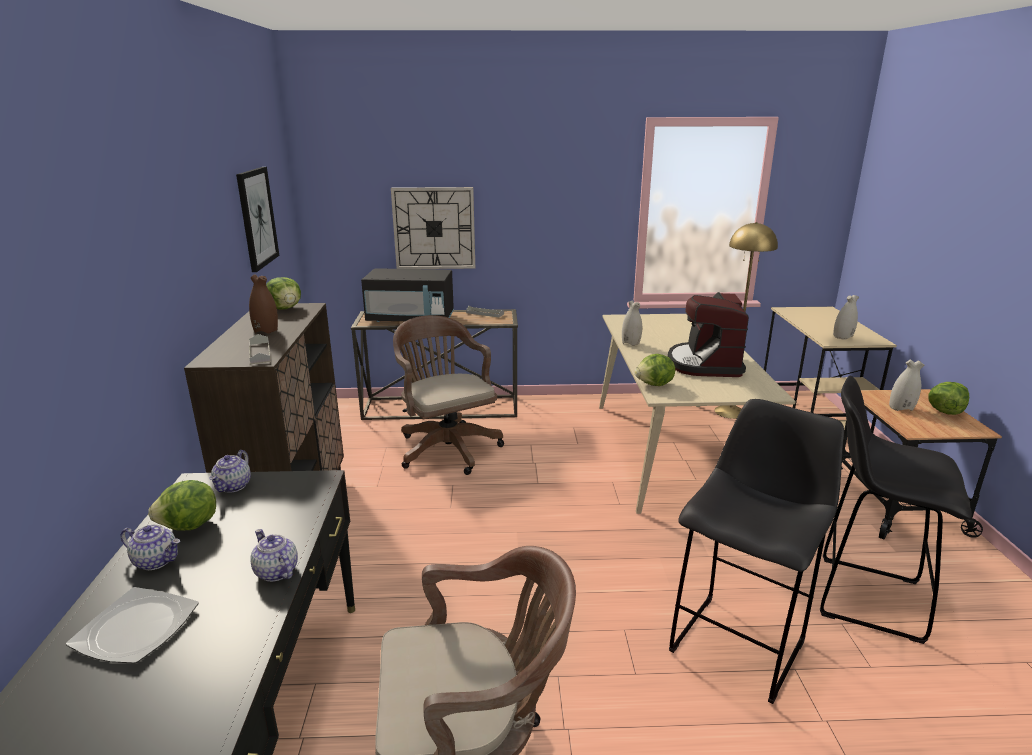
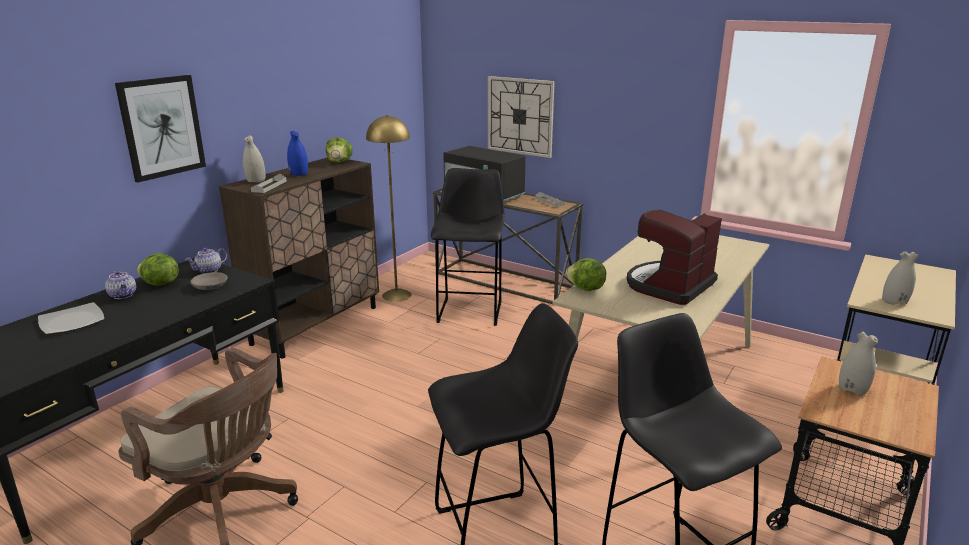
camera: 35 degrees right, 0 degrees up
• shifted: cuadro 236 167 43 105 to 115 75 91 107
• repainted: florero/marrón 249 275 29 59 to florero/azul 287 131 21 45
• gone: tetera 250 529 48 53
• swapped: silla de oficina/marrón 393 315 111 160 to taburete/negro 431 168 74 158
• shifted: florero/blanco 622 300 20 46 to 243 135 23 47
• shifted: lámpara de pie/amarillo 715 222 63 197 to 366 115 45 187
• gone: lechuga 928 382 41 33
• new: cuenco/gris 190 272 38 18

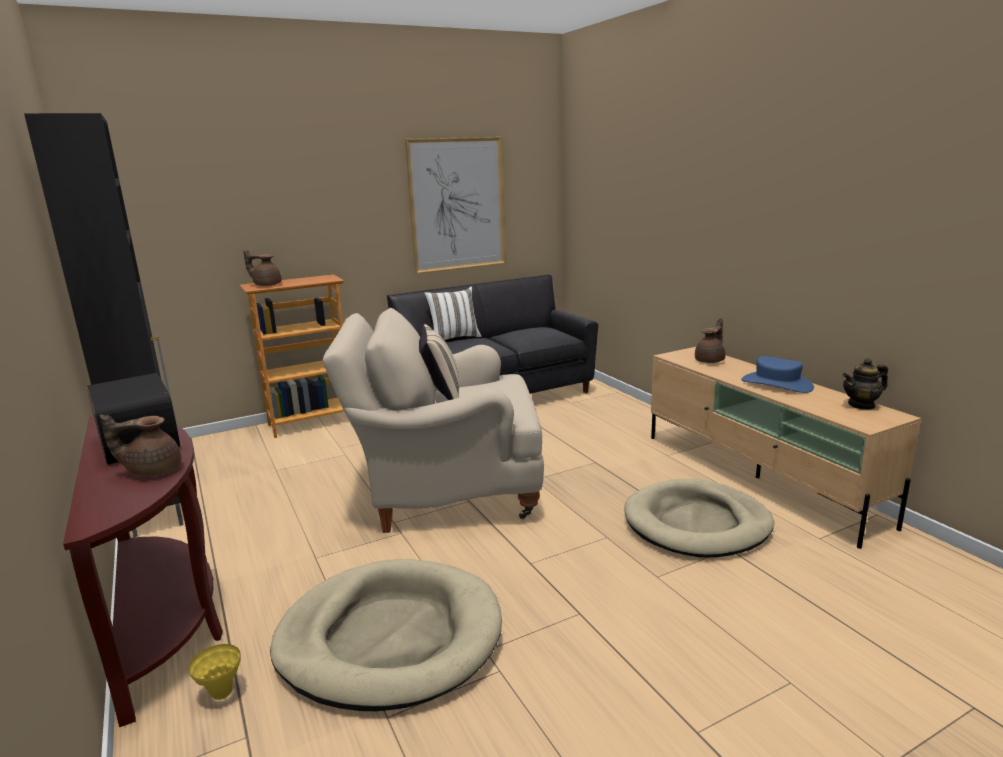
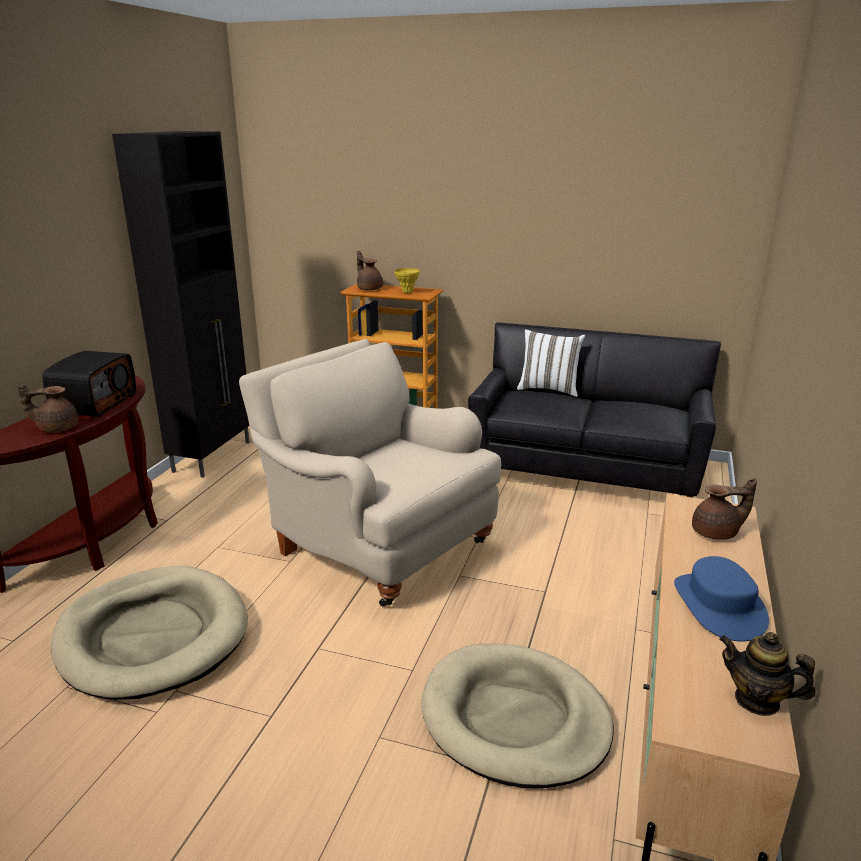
camera: 45 degrees right, 5 degrees up
• rotated: tetera/marrón 100 414 81 63 = 17 384 62 48 45 degrees counterclockwise
• shifted: florero/amarillo 189 644 52 56 to 394 268 26 25
• gone: cuadro 405 137 101 137
• gone: cojín/beis 419 324 40 76

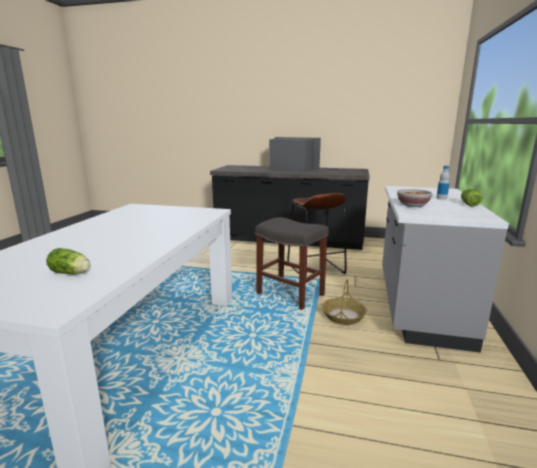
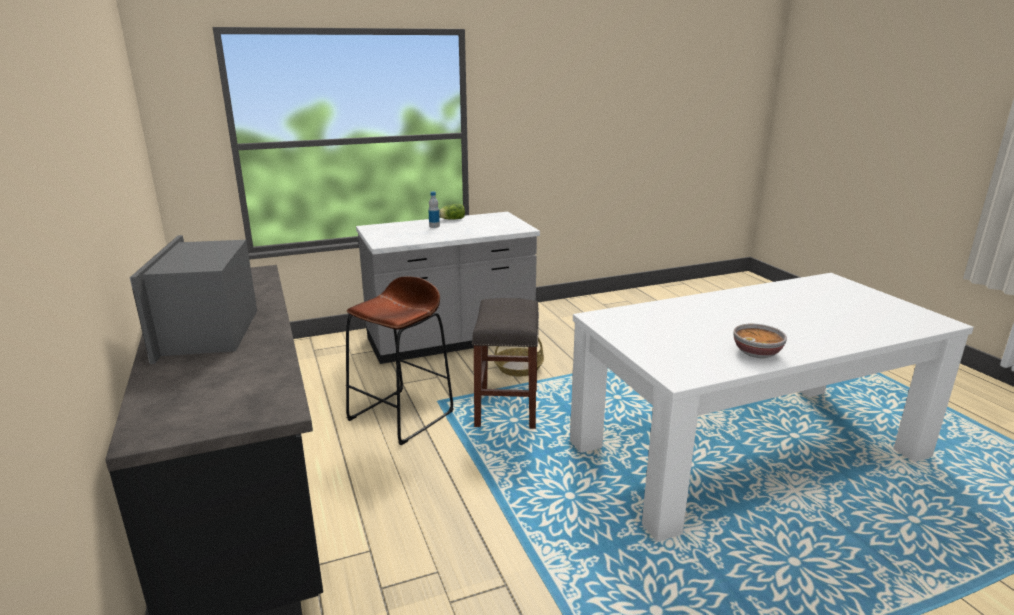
camera: 125 degrees left, 5 degrees up
• gone: lechuga 46 248 45 26
• shifted: cuenco 397 189 35 18 to 733 324 54 34

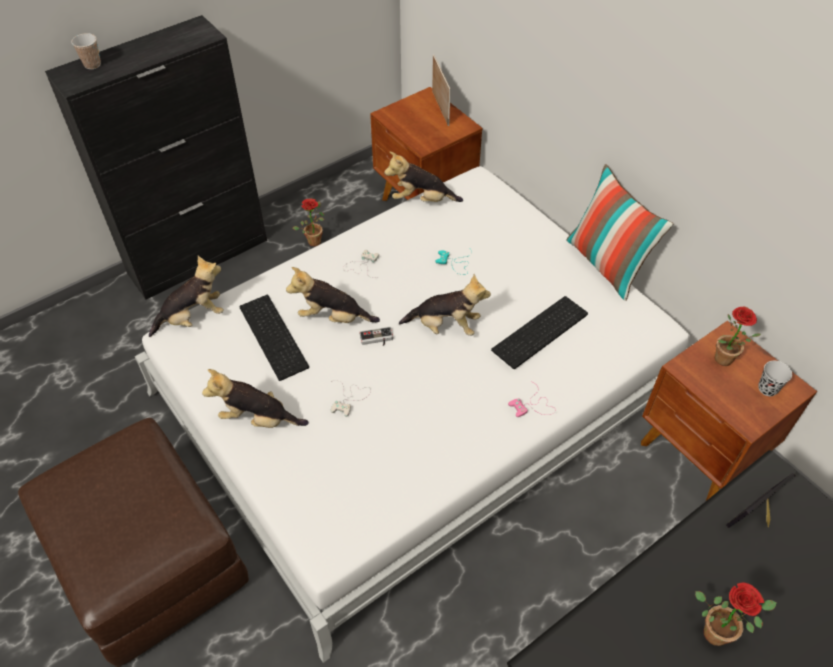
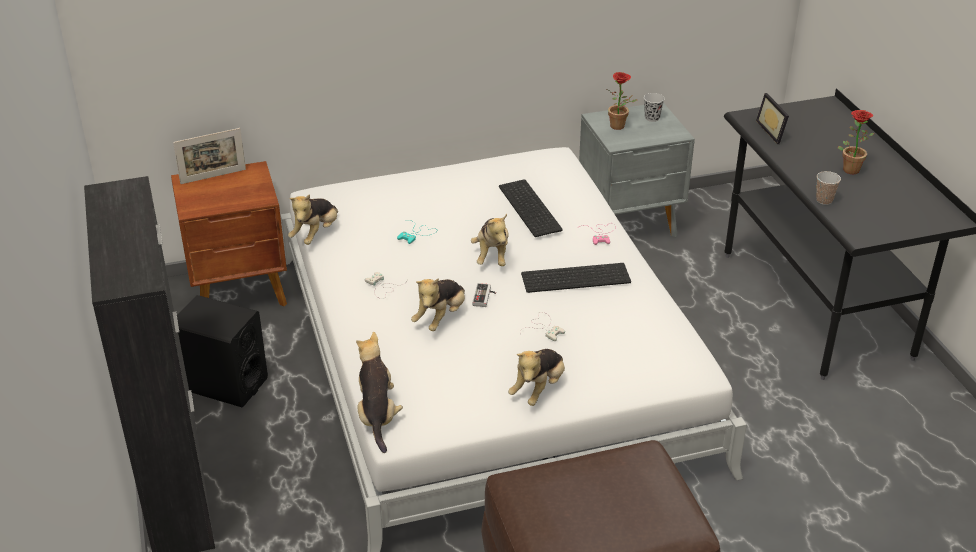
camera: 70 degrees left, 15 degrees down
• shifted: taza 71 33 30 36 to 816 171 25 34
• shifted: teclado 239 295 70 86 to 521 263 110 30
• swapped: planta en maceta 293 199 31 47 to altavoz/negro 177 295 91 112
• rotated: peluche 399 274 92 62 = 471 214 38 52 150 degrees clockwise
• rotated: portarretratos 432 54 19 72 = 173 128 73 56 150 degrees clockwise
• gone: cojín 566 164 107 137
• repainted: mesita de noche/marrón 641 321 176 180 to mesita de noche/gris 579 102 116 135

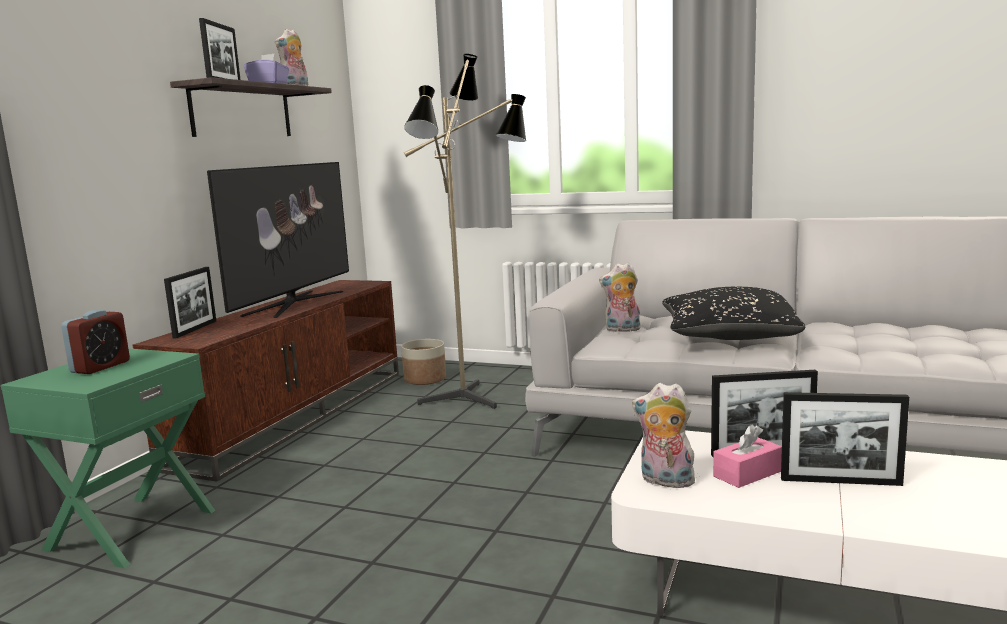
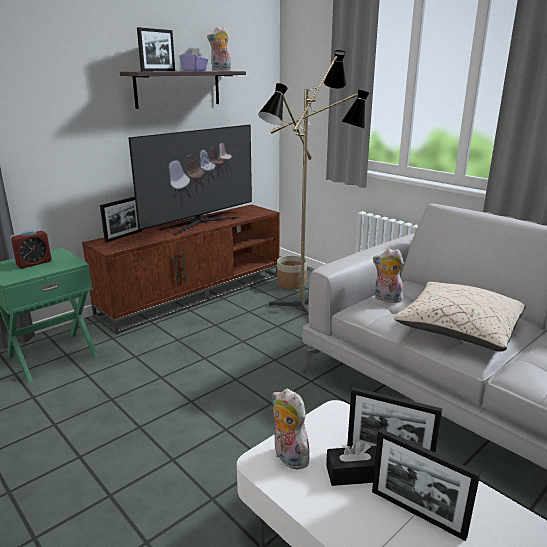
camera: 25 degrees right, 10 degrees up
• repainted: cojín/negro 662 287 143 53 to cojín/beis 394 282 132 70
• repainted: caja de pañuelos/rosa 713 424 69 64 to caja de pañuelos/negro 326 441 51 45

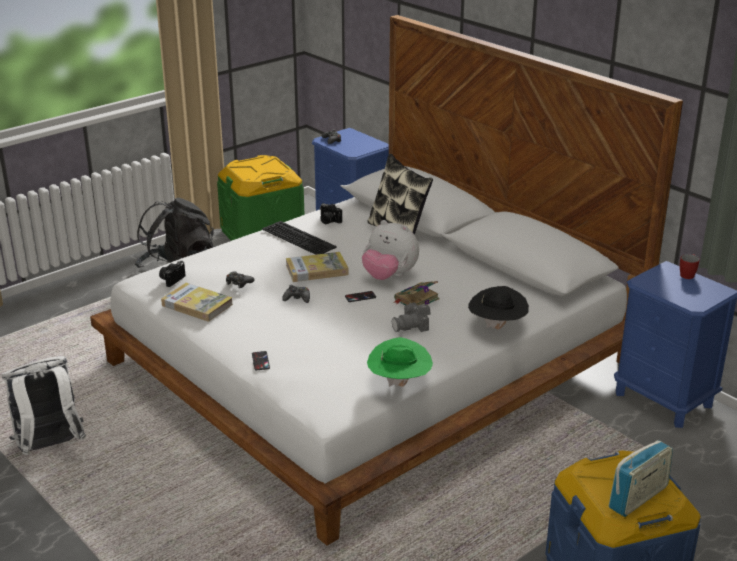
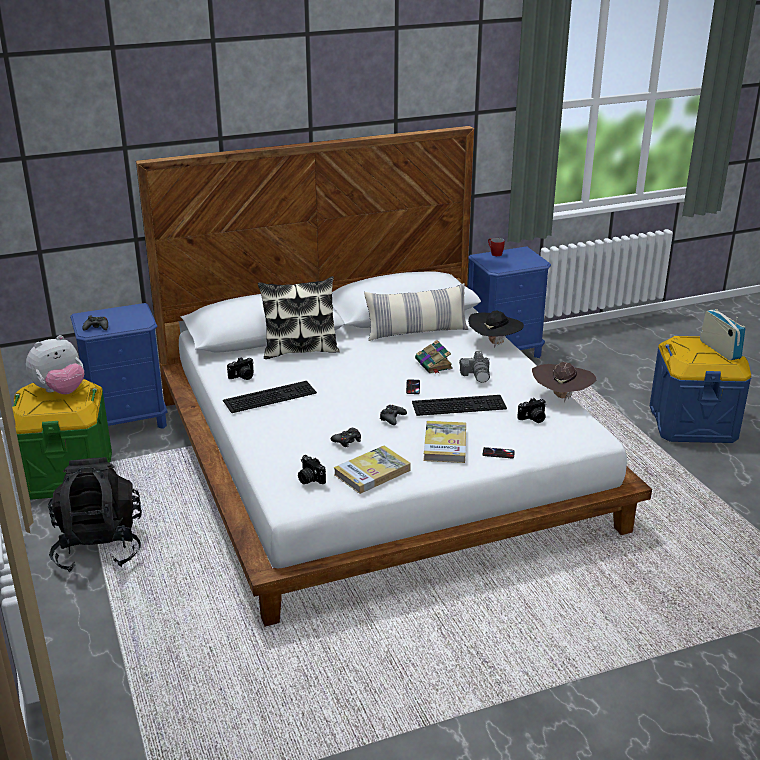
camera: 70 degrees left, 0 degrees up
• gone: mochila/blanco 2 356 84 99
• shifted: libro 286 252 63 30 to 423 421 43 42
• shifted: peluche 362 220 57 60 to 26 335 58 59
• repainted: sombrero/verde 367 337 66 50 to sombrero/marrón 532 362 64 41
• new: cojín 364 283 105 58
• new: teclado 412 395 95 21
• new: cámara 517 398 29 25

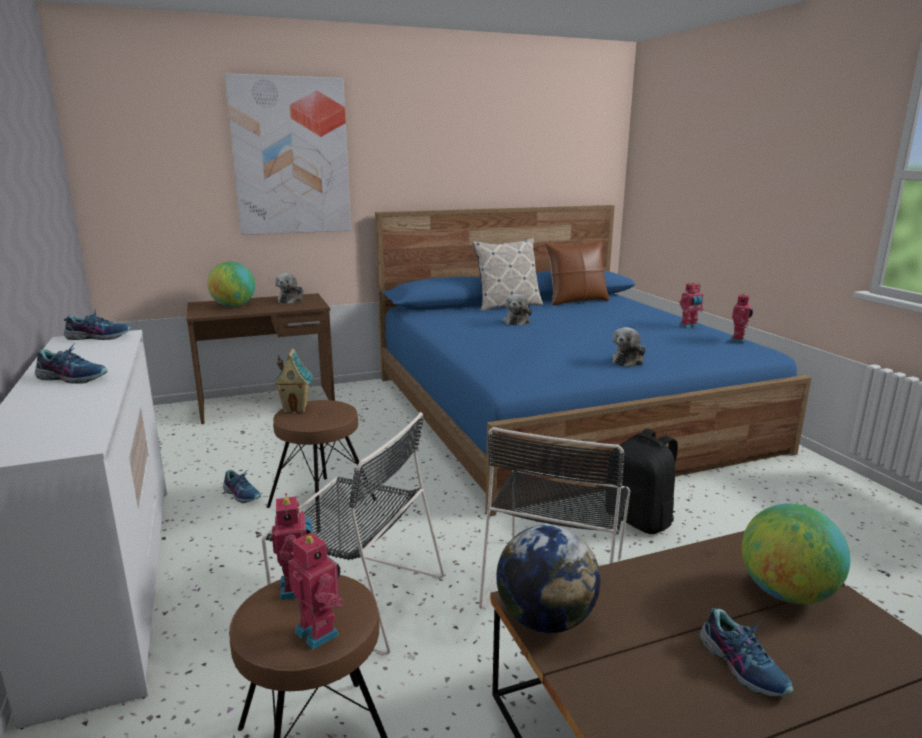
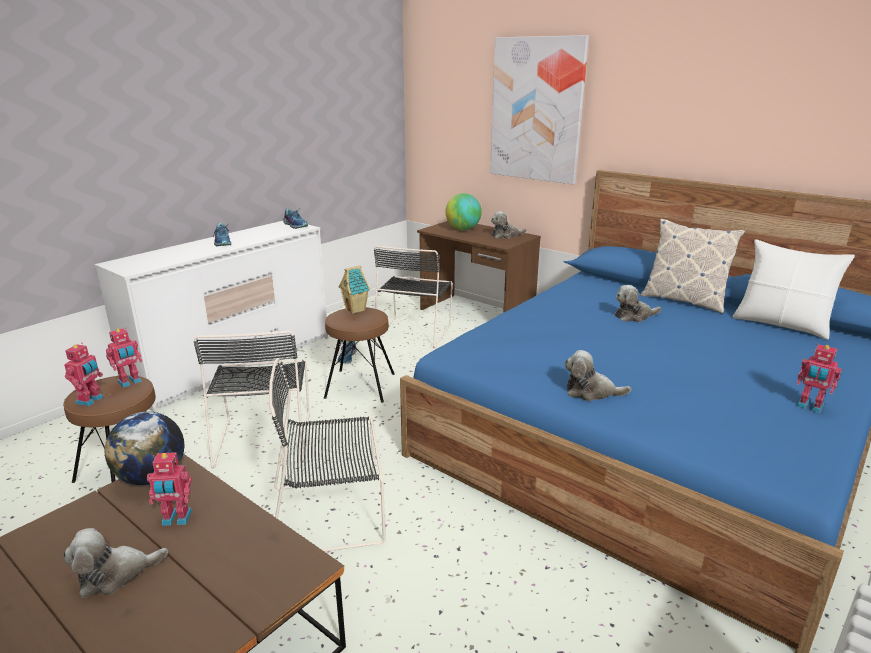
camera: 60 degrees right, 5 degrees up
• repainted: cojín/marrón 545 240 64 66 to cojín/blanco 733 239 122 101
• gone: mochila/negro 605 428 73 106
• swapped: zapato 700 608 93 88 to peluche 63 528 105 70
• shifted: robot de juguete 730 292 23 52 to 147 452 45 74
• gone: globo terráqueo 742 504 108 100
• new: silla/negro 374 246 79 102

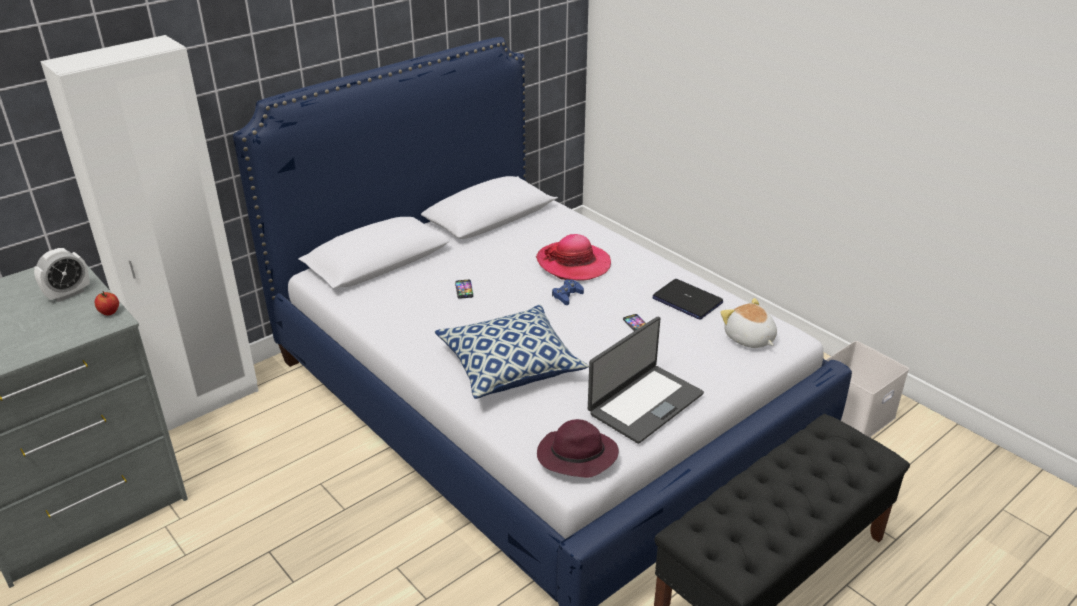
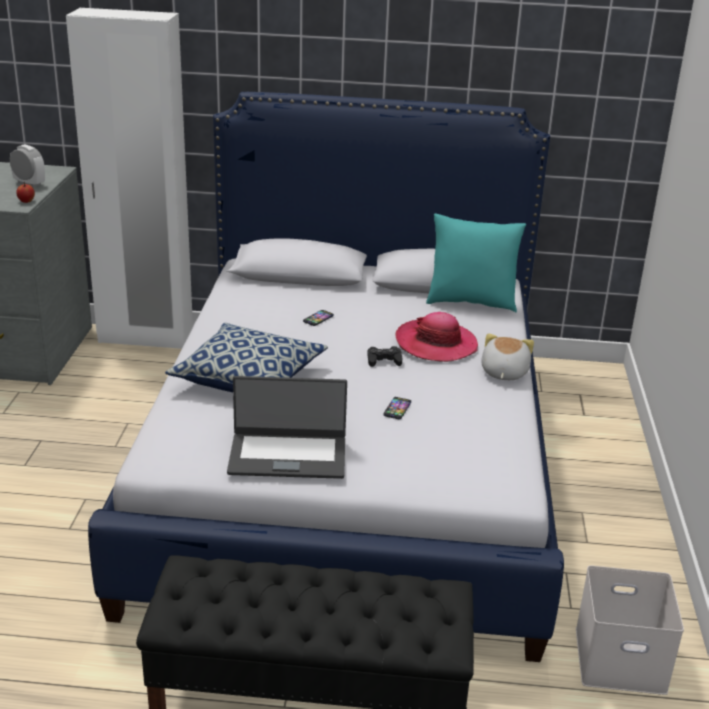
camera: 45 degrees right, 5 degrees down
• rotated: despertador 34 248 56 54 = 10 144 35 44 150 degrees counterclockwise
• gone: sombrero/morado 537 419 82 59
• repainted: mando de consola/azul 552 279 32 26 to mando de consola/negro 367 346 35 21
• gone: portátil 652 279 71 41
• shifted: peluche 720 298 57 50 to 481 333 53 47
• new: cojín/turquesa 426 214 100 98

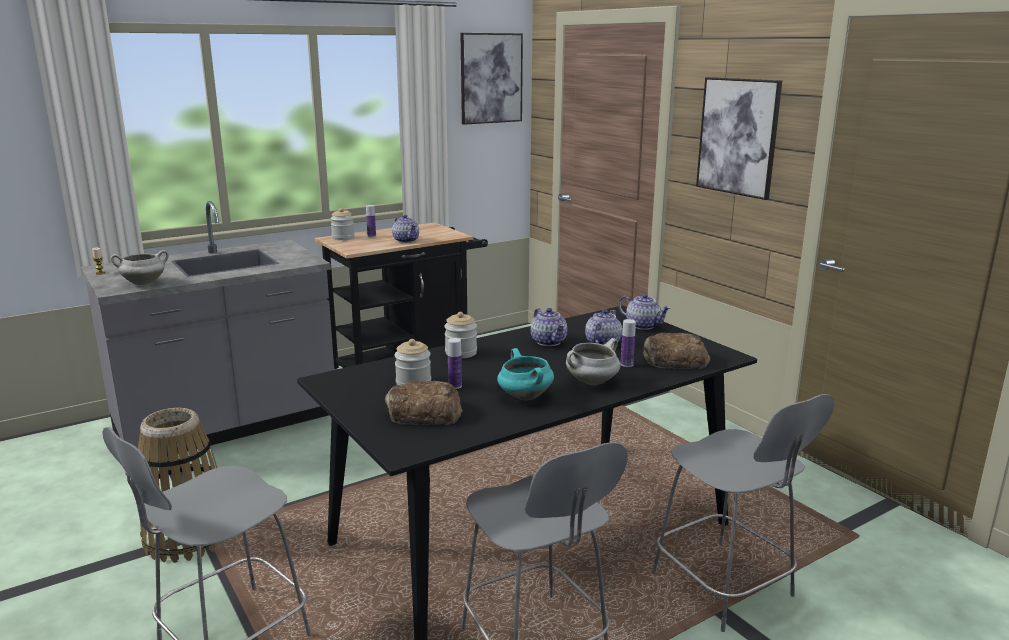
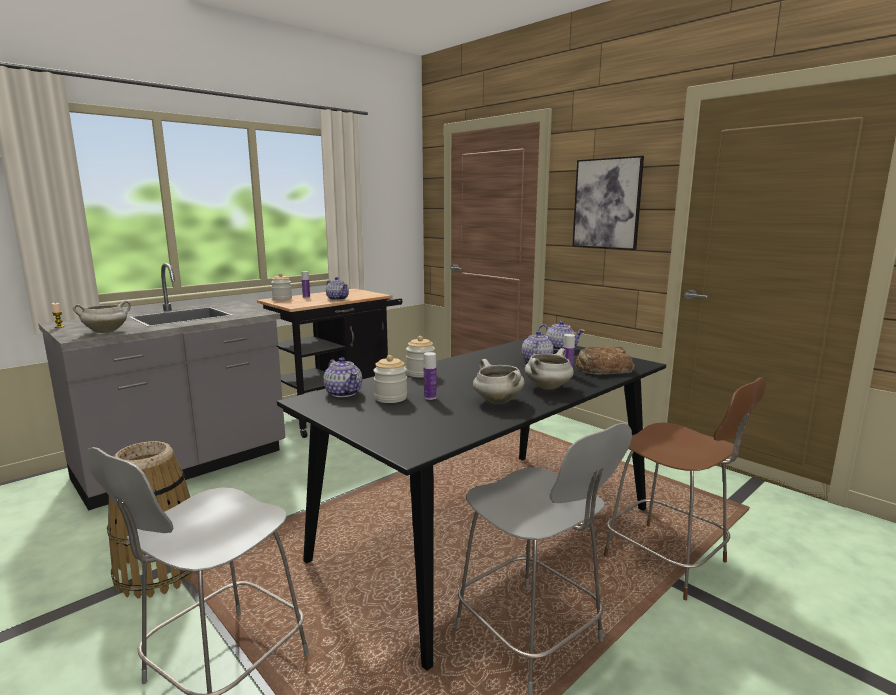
camera: 10 degrees left, 5 degrees down
• gone: pan 385 380 78 45
• gone: cuadro 460 33 63 92
• repainted: olla/turquesa 497 348 57 52 to olla/blanco 473 359 51 45
• shifted: tetera 531 308 36 38 to 323 357 39 40
• repainted: silla/gris 652 394 182 238 to silla/marrón 604 377 162 223

